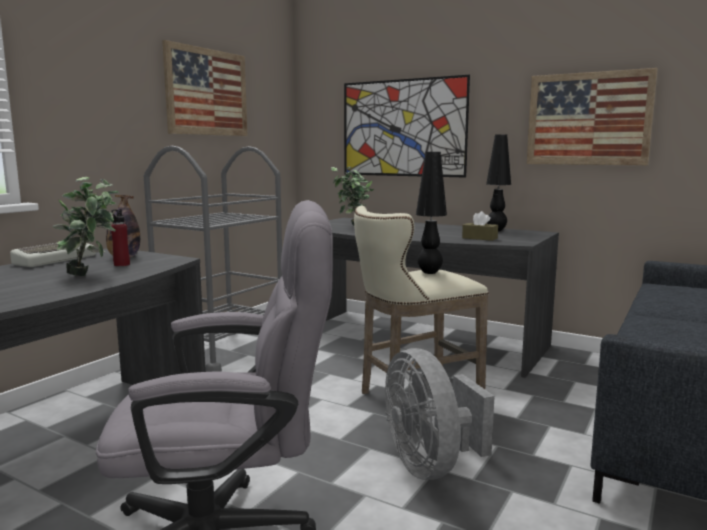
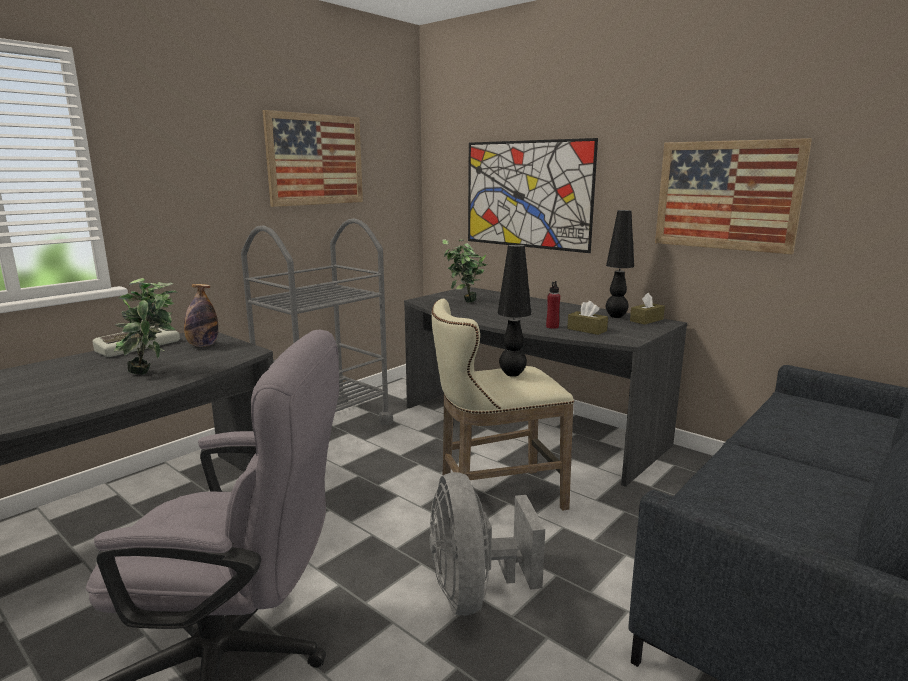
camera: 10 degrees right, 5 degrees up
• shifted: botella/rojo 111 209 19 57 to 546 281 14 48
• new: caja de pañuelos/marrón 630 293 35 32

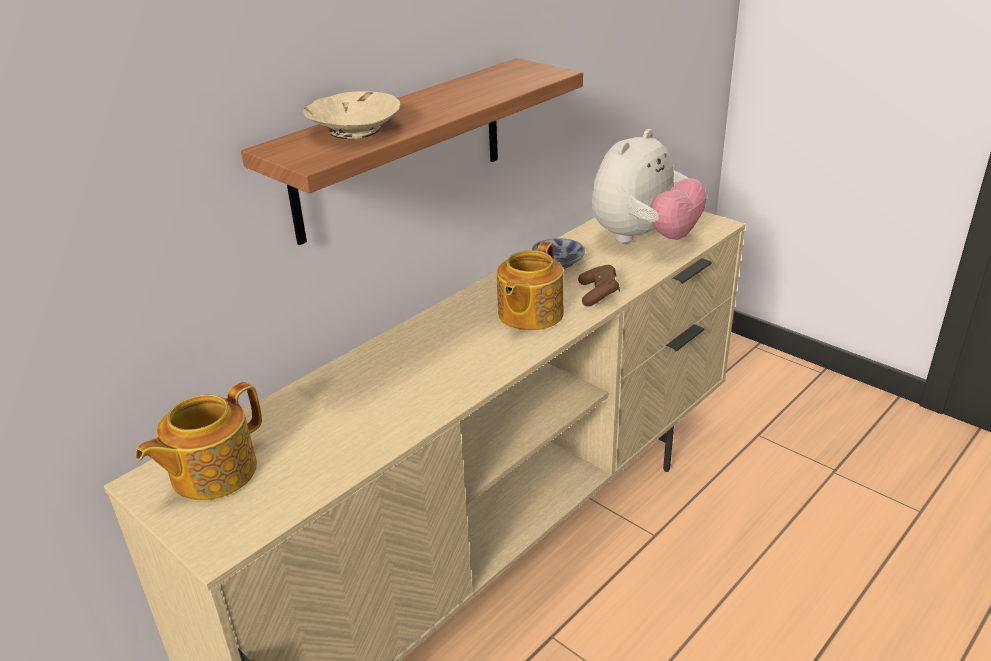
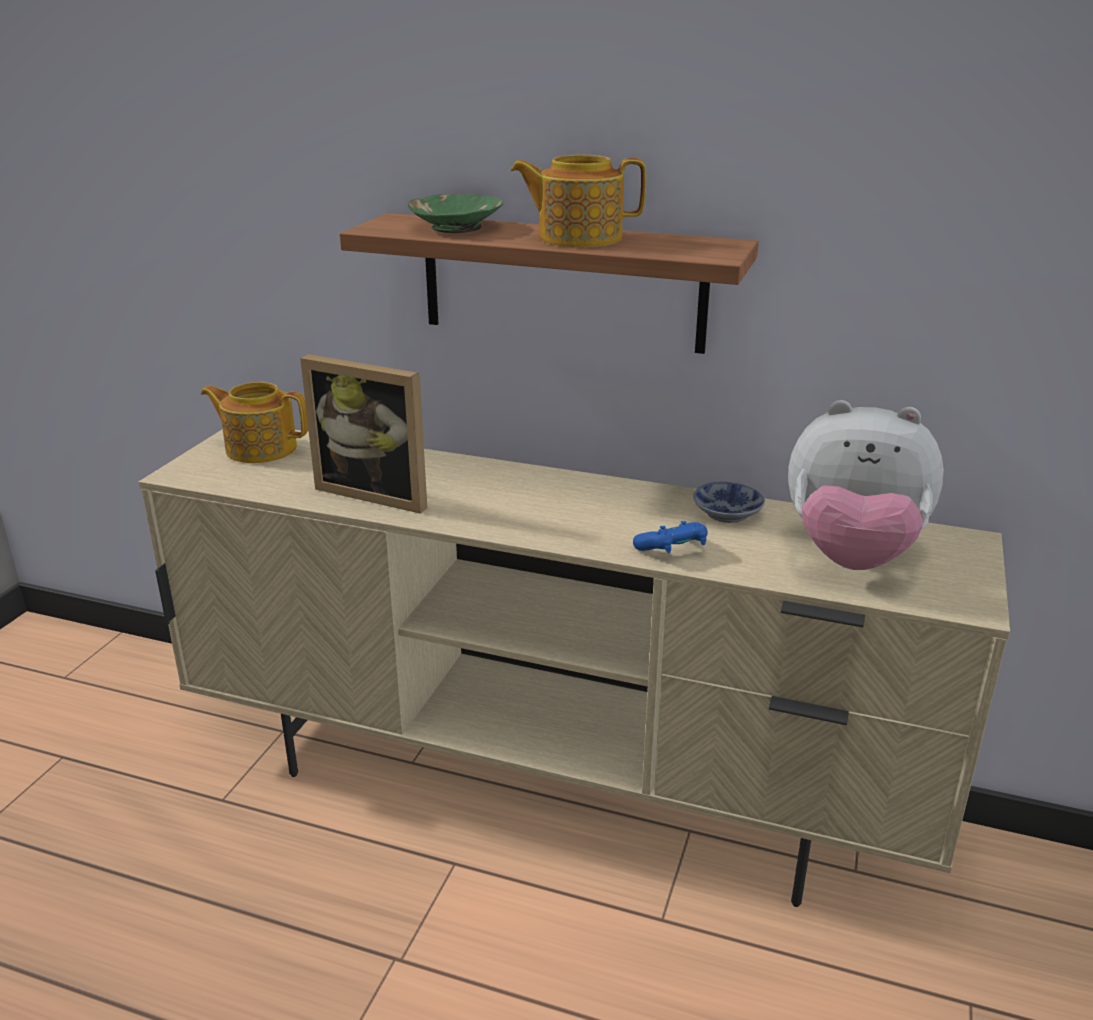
camera: 65 degrees right, 5 degrees down
• repainted: cuenco/beis 303 91 97 48 to cuenco/verde 408 194 95 39
• shifted: tetera 497 241 67 89 to 510 155 136 92
• repainted: mando de consola/marrón 578 265 42 41 to mando de consola/azul 633 521 75 32
• new: portarretratos 300 354 127 160

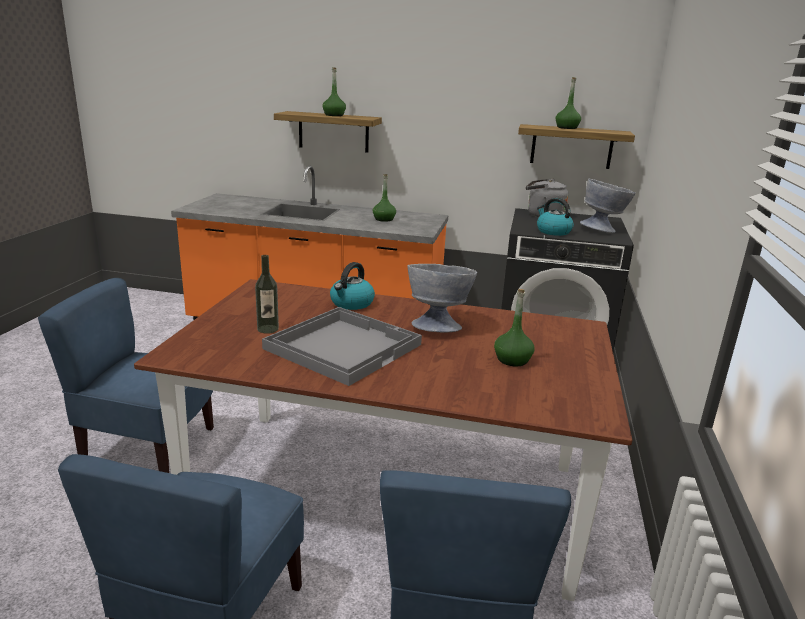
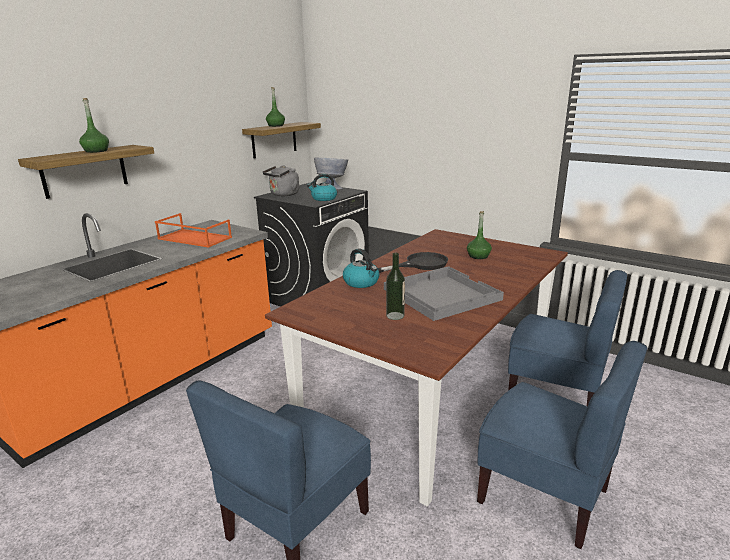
camera: 65 degrees left, 0 degrees up
• swapped: botella/verde 373 174 23 48 to bandeja/naranja 155 213 77 35
• swapped: cuenco/gris 407 264 70 68 to sartén/negro 378 252 71 21

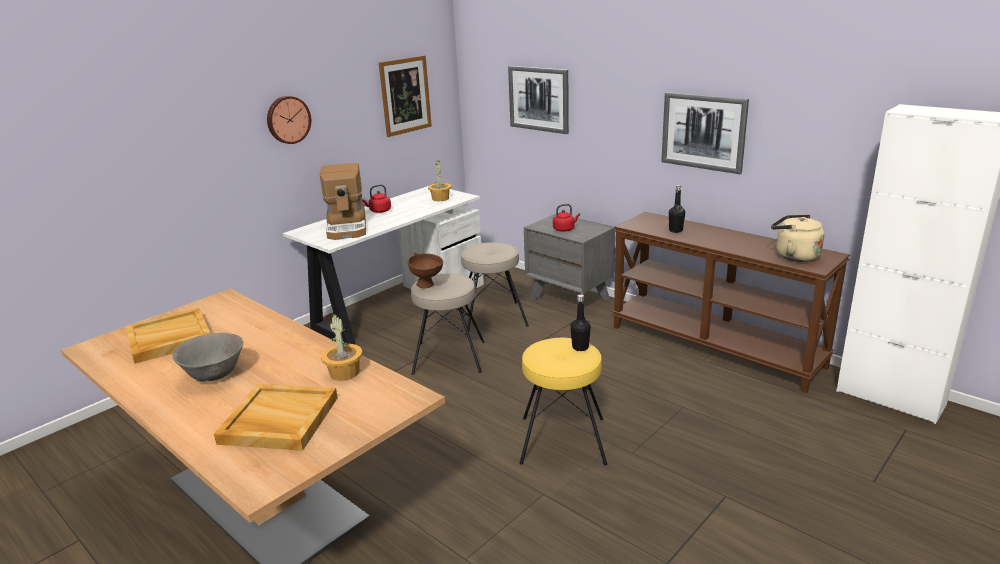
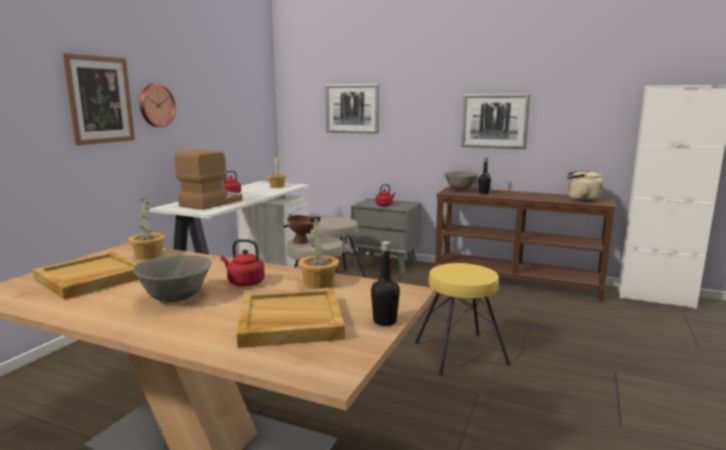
camera: 20 degrees left, 10 degrees down
• rotated: cafetera 320 163 46 77 = 174 150 68 60 120 degrees counterclockwise
• shifted: cuadro 379 55 53 82 to 63 53 72 92
• shifted: botella/negro 570 294 21 57 to 371 241 29 85
• new: planta en maceta 128 198 38 62
• new: hervidor/rojo 221 239 44 47
• new: cuenco/gris 444 171 35 19

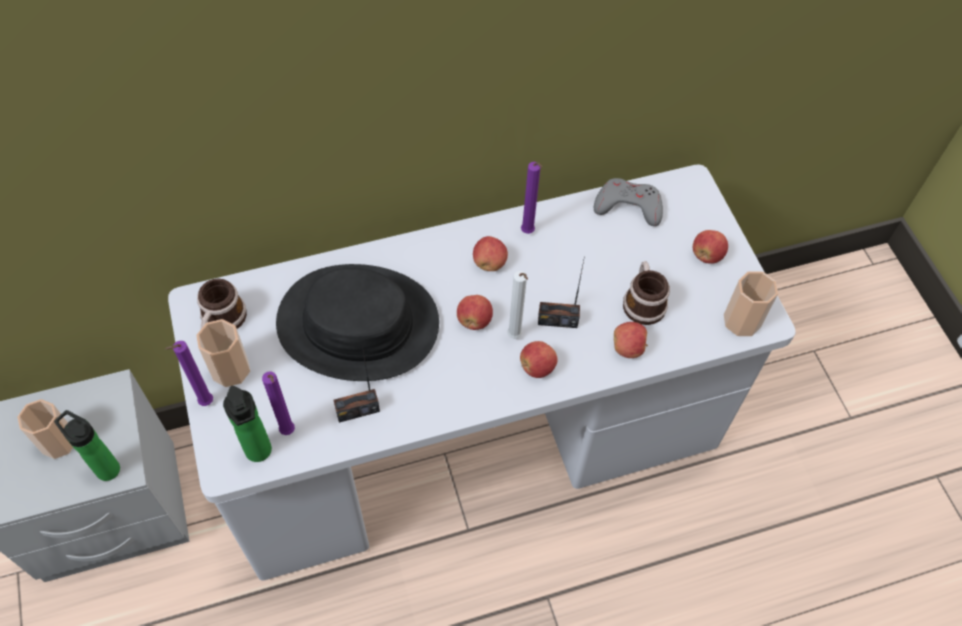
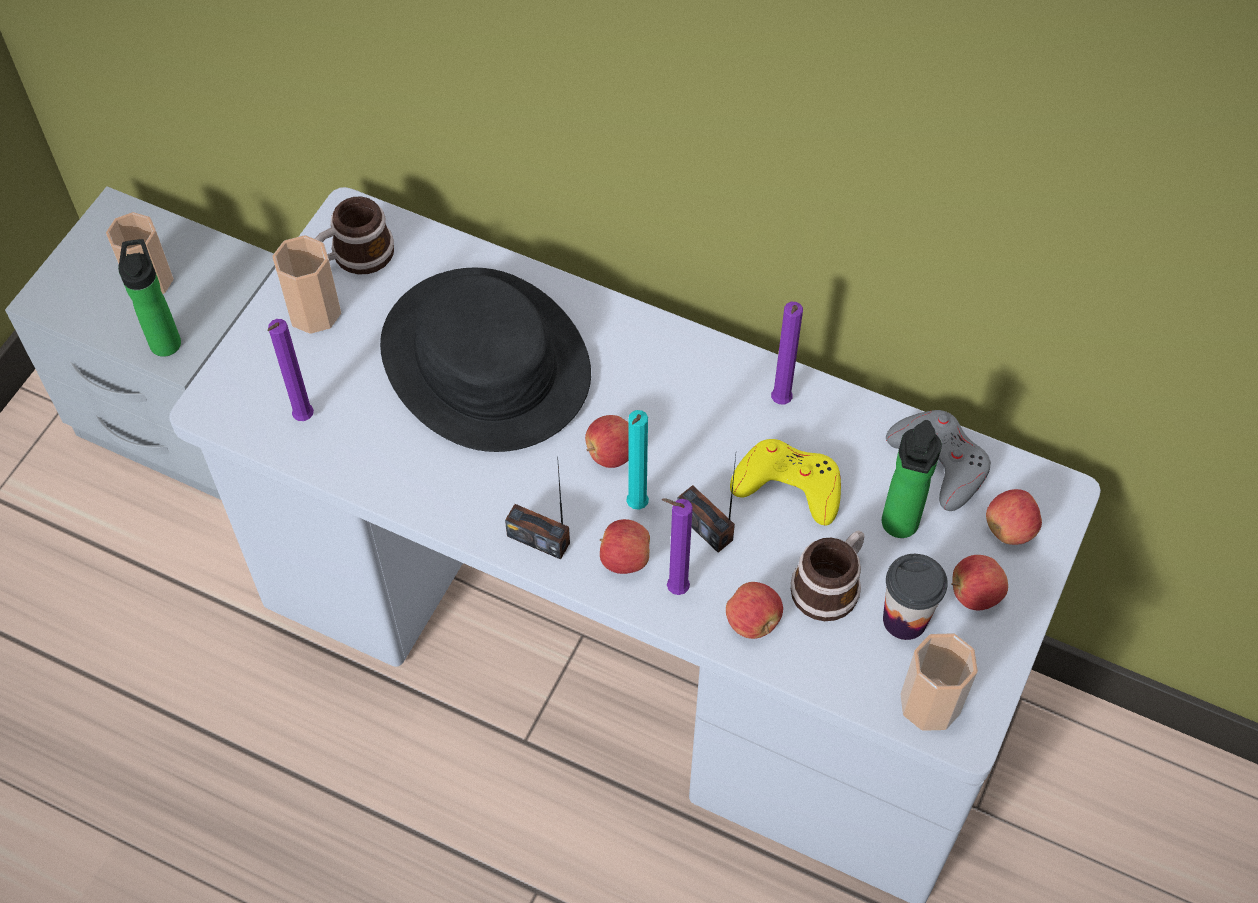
camera: 45 degrees right, 0 degrees up
• shifted: vela/morado 165 341 48 65 to 662 498 31 97
• shifted: botella 223 386 49 76 to 882 420 60 118
• shifted: radio 333 346 47 77 to 505 456 65 103
• shifted: manzana 473 236 35 35 to 986 489 56 56
• repainted: vela/blanco 507 271 21 68 to vela/turquesa 626 410 23 100
• new: mando de consola/amarillo 730 439 111 86
• new: taza 883 554 65 86

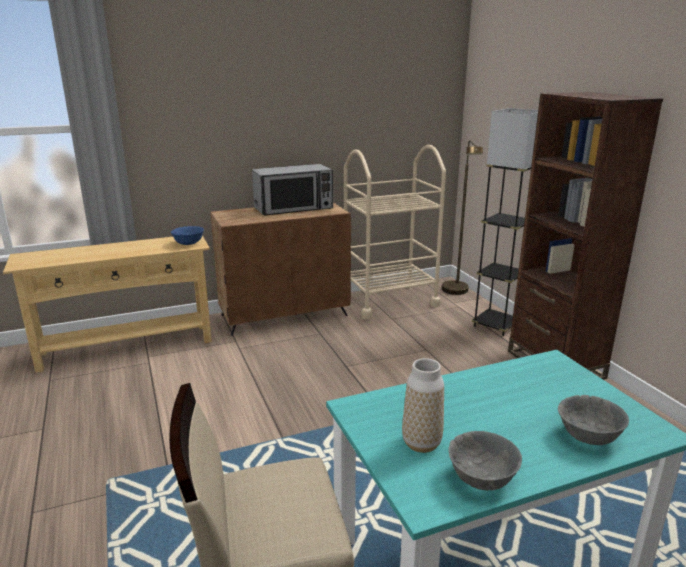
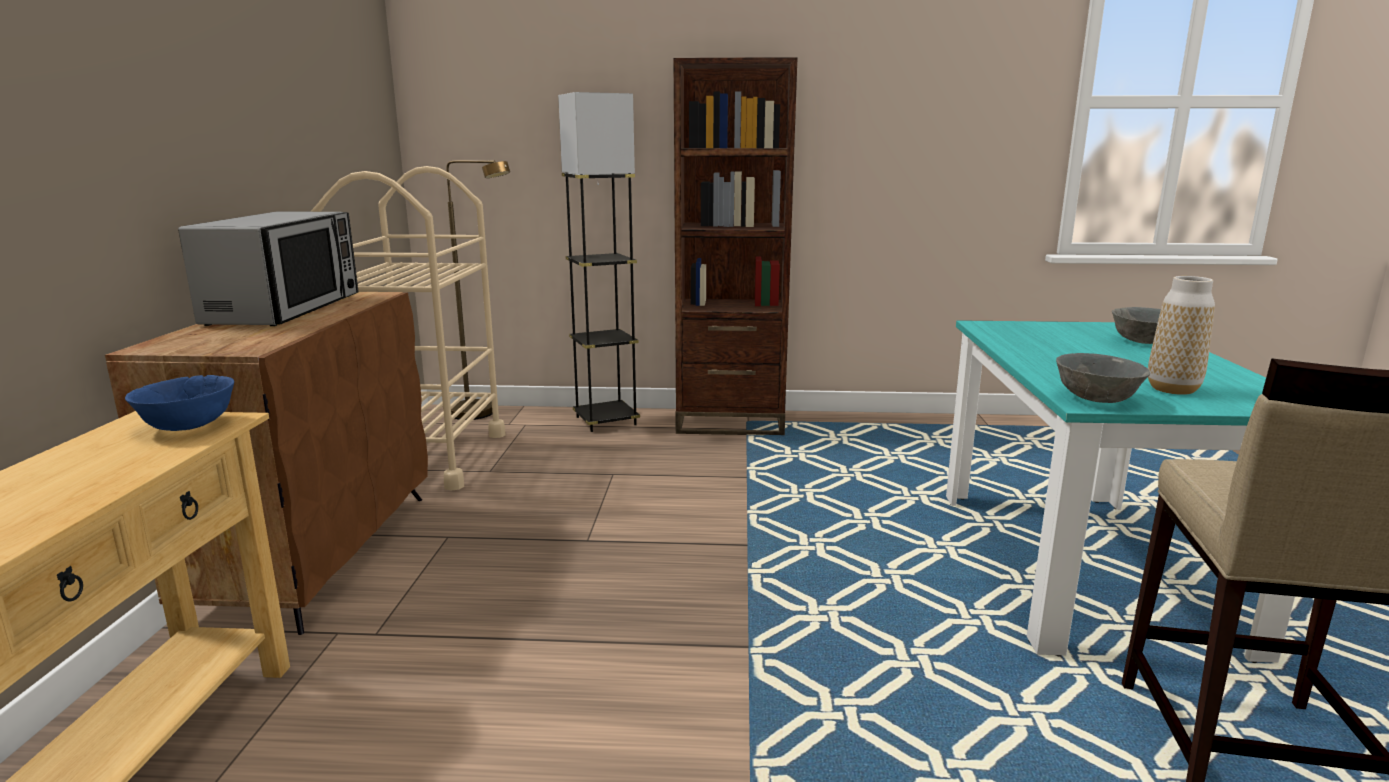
camera: 65 degrees left, 5 degrees down
• shifted: cuenco/gris 448 431 74 59 to 1056 353 94 50

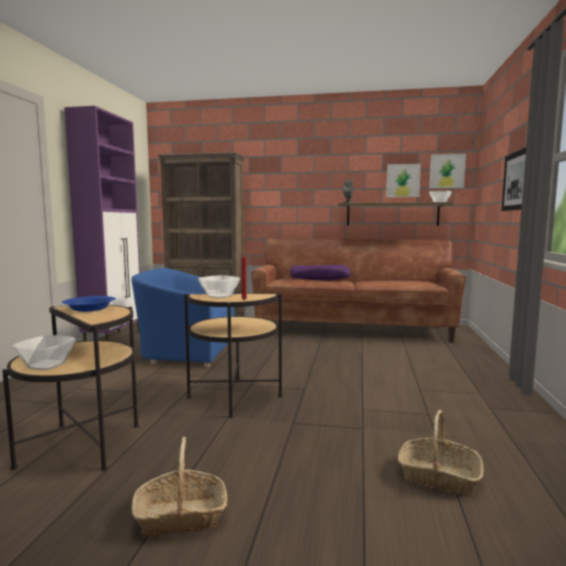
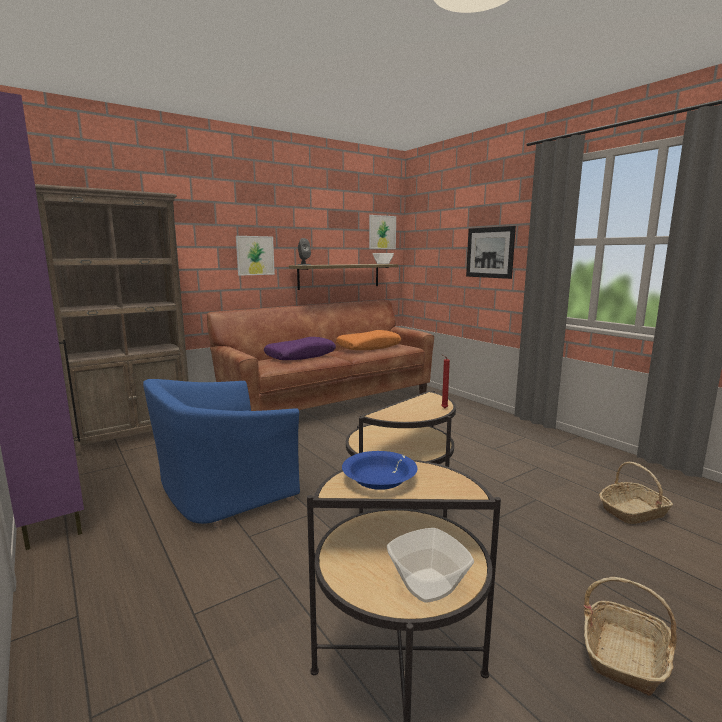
camera: 45 degrees left, 5 degrees up
• gone: cuenco 198 275 42 23
• shifted: cuadro 386 164 35 33 to 236 236 39 40
• new: cojín/naranja 336 330 65 20

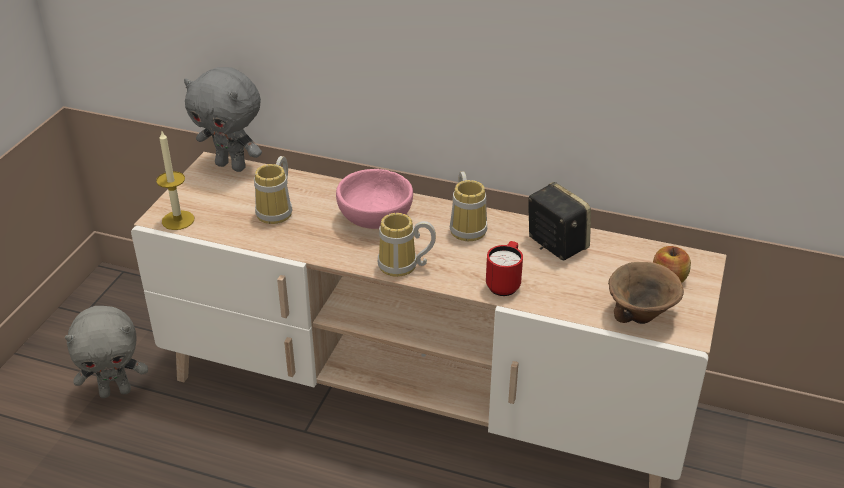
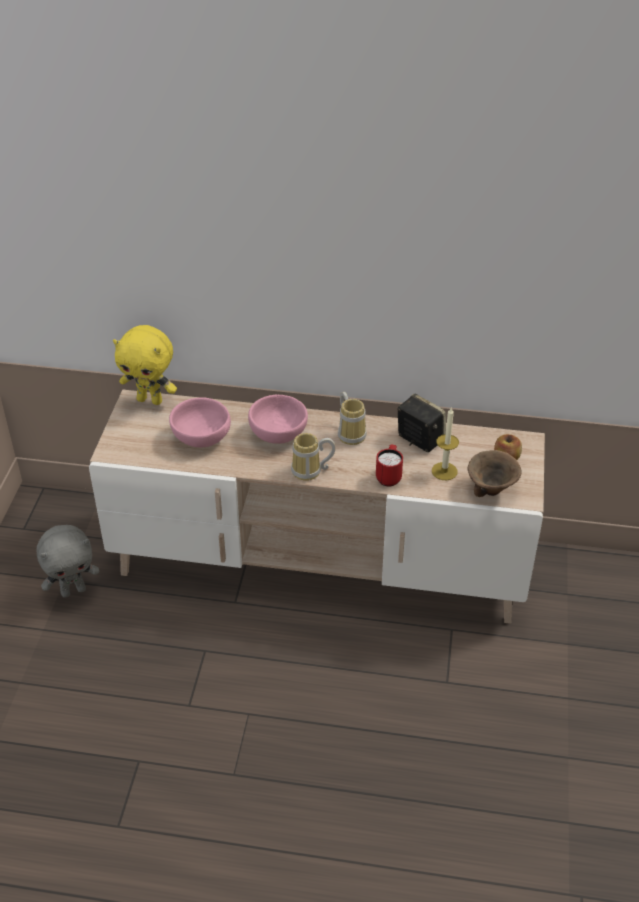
camera: 10 degrees left, 5 degrees up
• shifted: vela 156 131 38 99 to 432 408 27 72
• repainted: peluche/gris 184 67 78 105 to peluche/amarillo 113 325 64 80
• swapped: taza grande 254 156 38 68 to cuenco/rosa 169 398 62 49

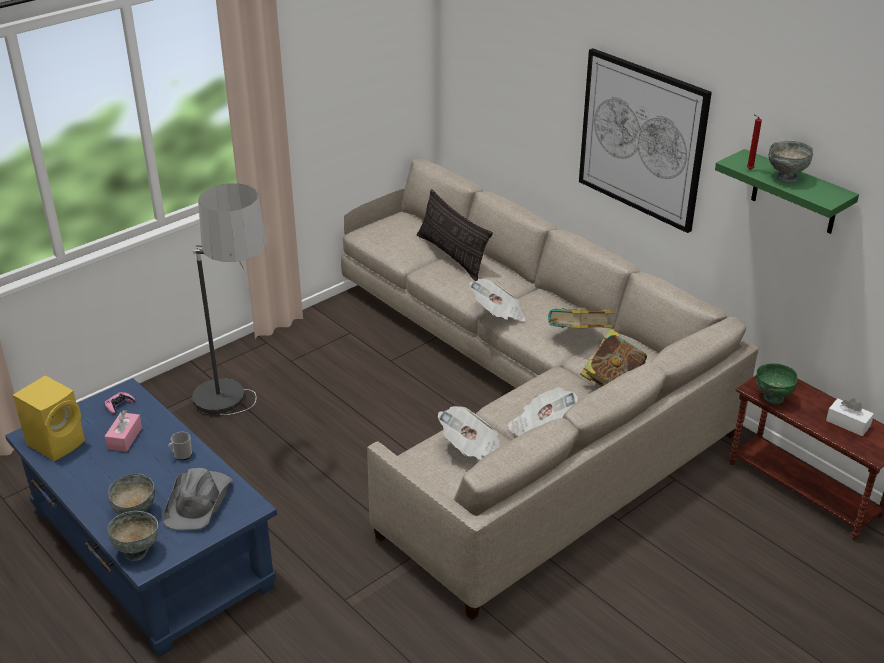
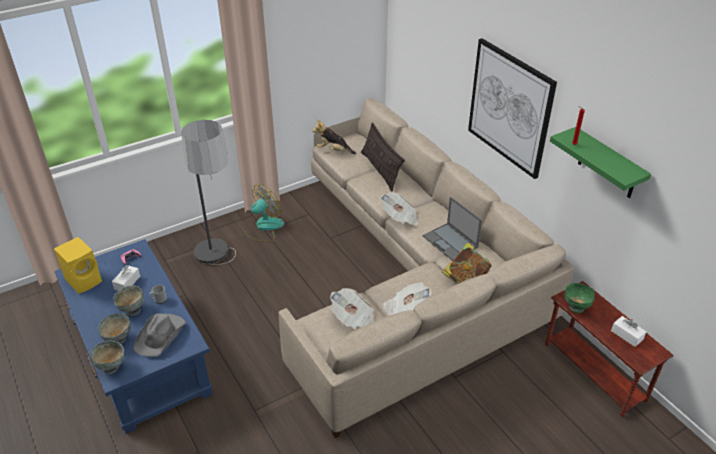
camera: 10 degrees right, 5 degrees up
• repainted: caja de pañuelos/rosa 104 410 38 42 to caja de pañuelos/blanco 112 265 28 26
• swapped: libro 548 308 66 20 to portátil 423 197 59 64
• shifted: cuenco/gris 768 140 45 43 to 113 285 31 31
• new: ventilador 245 184 39 58
• new: peluche 312 119 44 35

